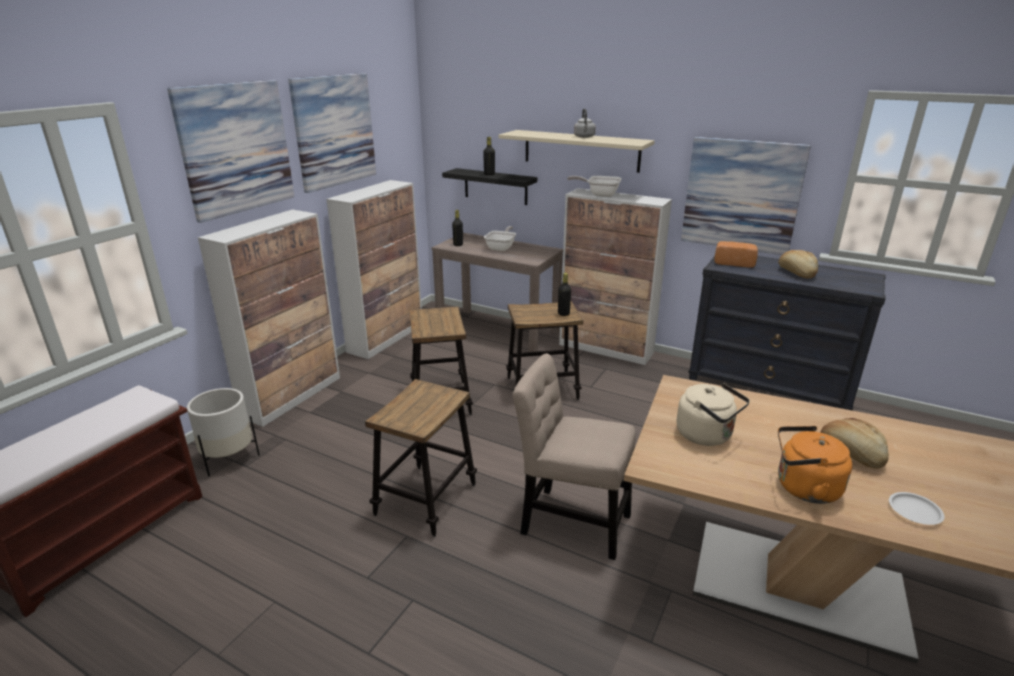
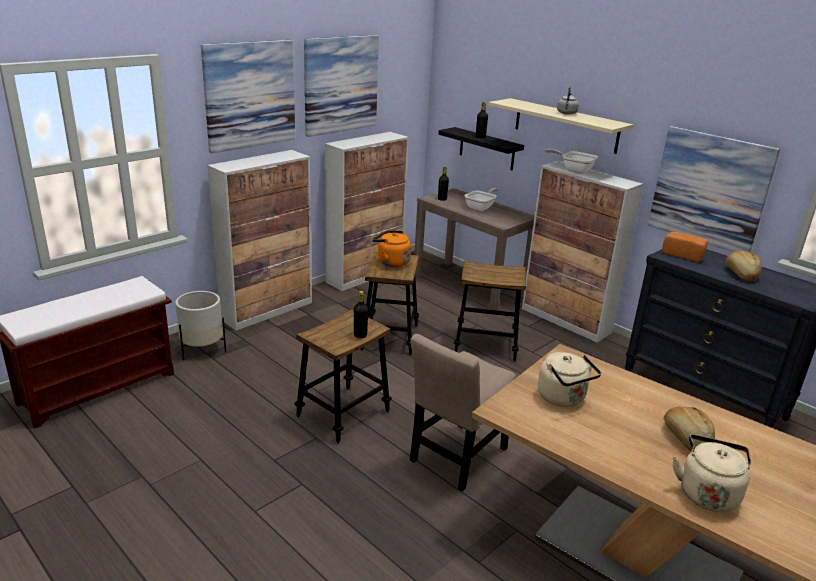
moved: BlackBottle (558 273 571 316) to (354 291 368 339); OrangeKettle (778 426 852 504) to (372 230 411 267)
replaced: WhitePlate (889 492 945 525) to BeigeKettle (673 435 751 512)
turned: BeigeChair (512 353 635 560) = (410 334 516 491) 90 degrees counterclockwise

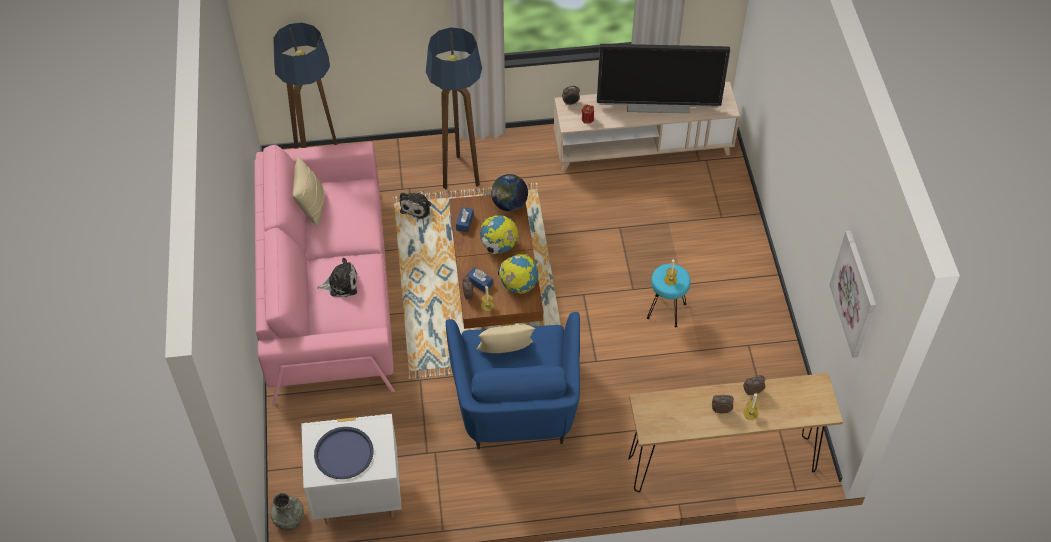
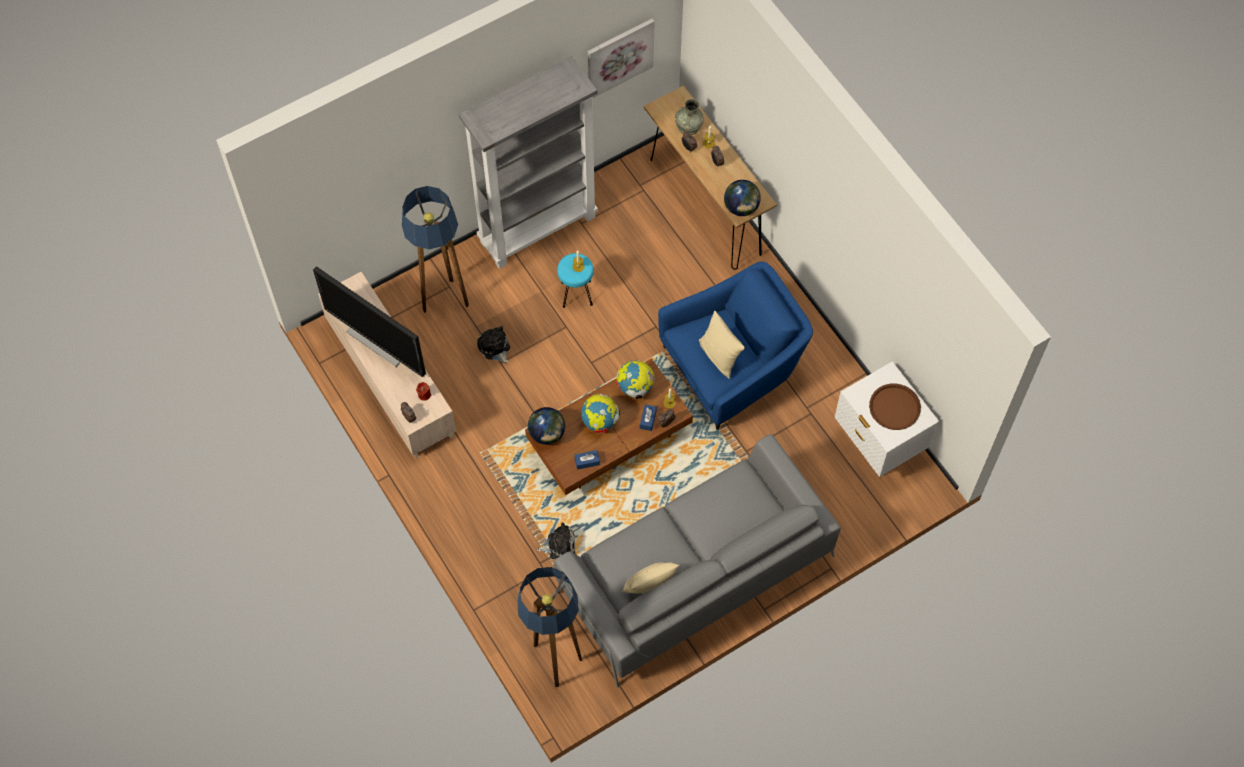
added: GreyBookcase (459 56 598 269); Globe (724 180 761 216)
moved: FloorLamp (426 27 482 189) to (402 186 469 313); PlushToy (317 258 357 297) to (477 326 510 364); GreyVase (270 493 304 530) to (675 99 704 135)
recoloured: PinkSofa (254 142 395 405) to GreySofa (554 434 841 688); BlueTray (314 427 373 479) to BrownTray (869 384 921 430)
turned: Television (597 44 730 113) = (313 266 426 377) 150 degrees clockwise

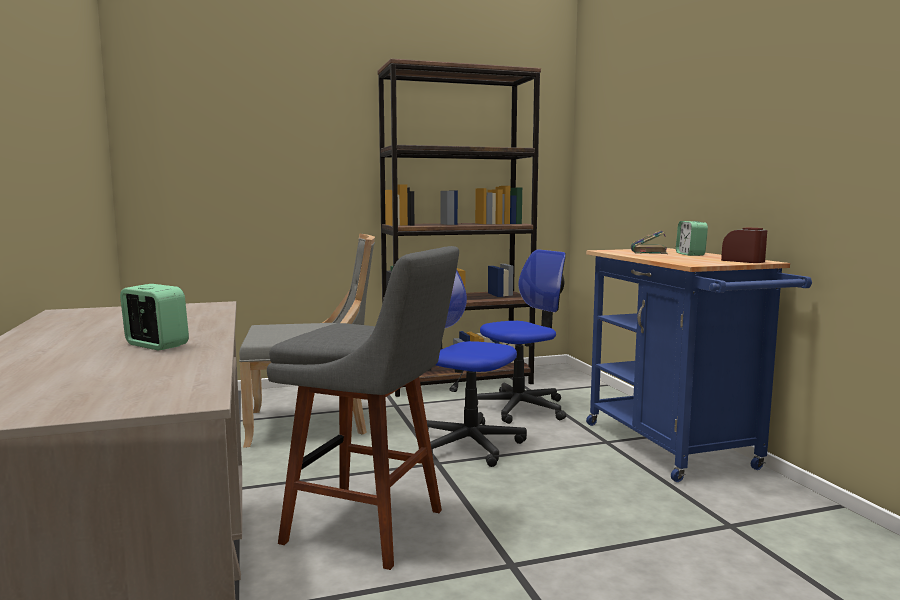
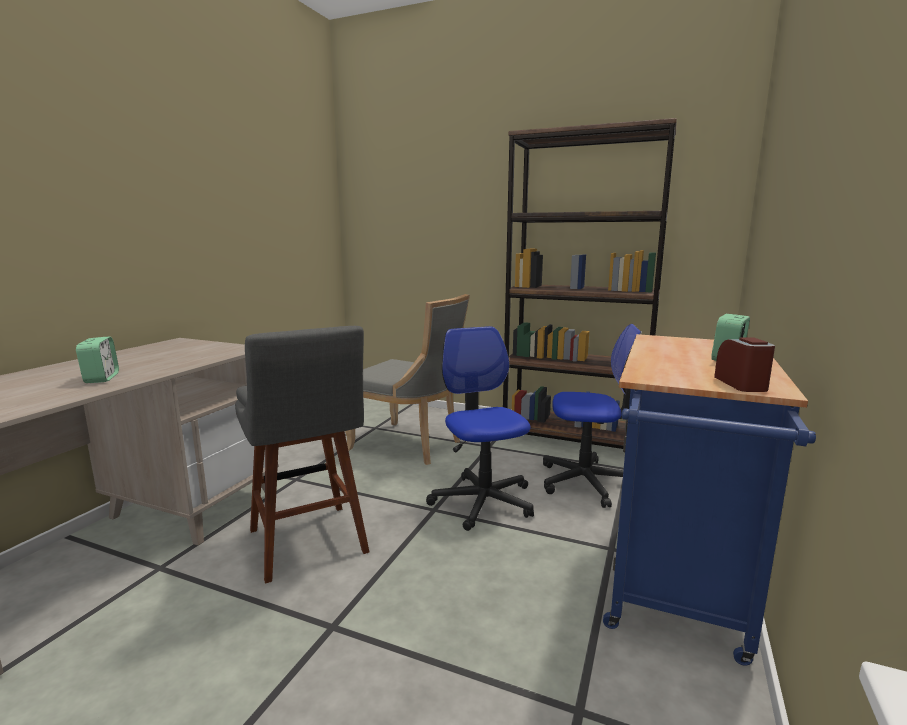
removed: Book (631 230 667 254)

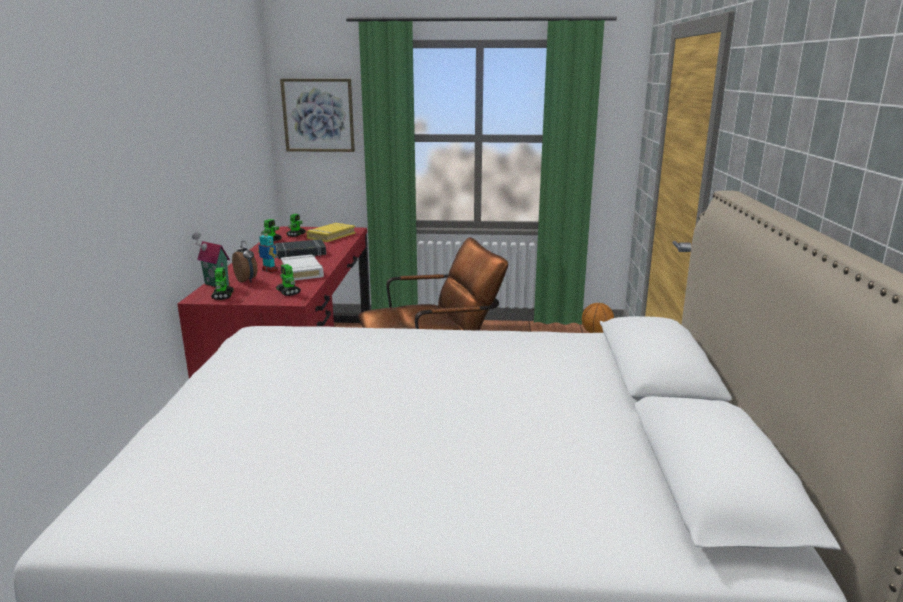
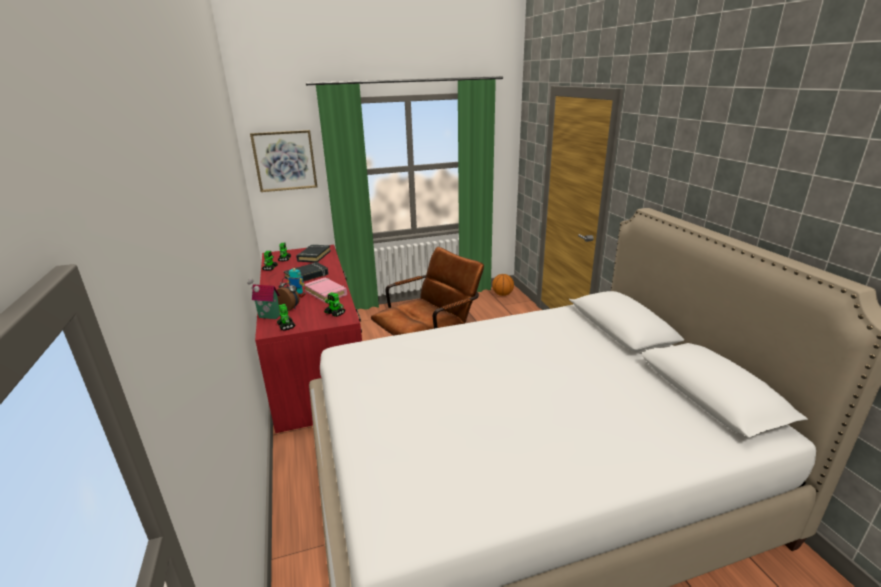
recoloured: YellowBook (306 223 355 242) to BlackBook (296 245 331 263); WhiteBook (281 255 324 281) to PinkBook (304 277 347 303)

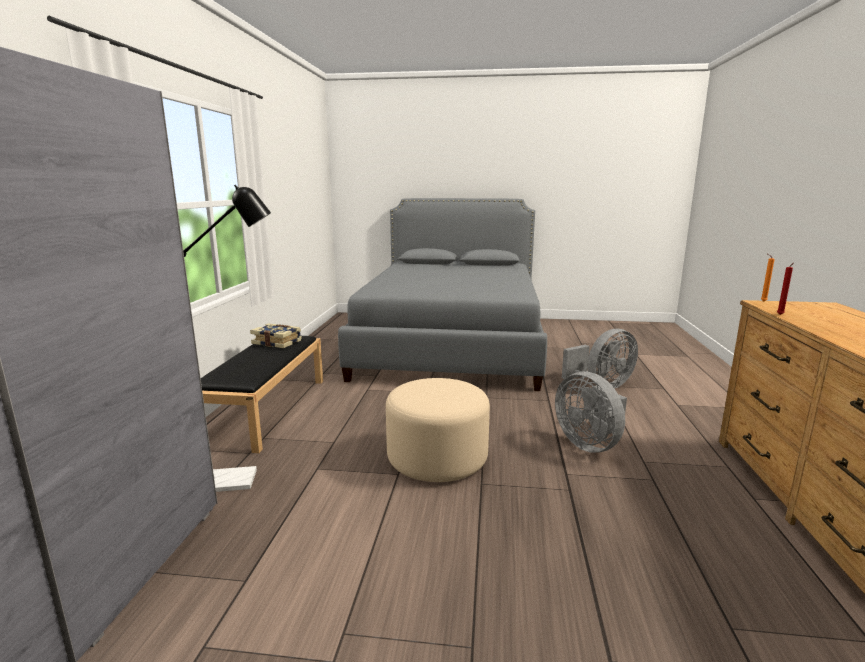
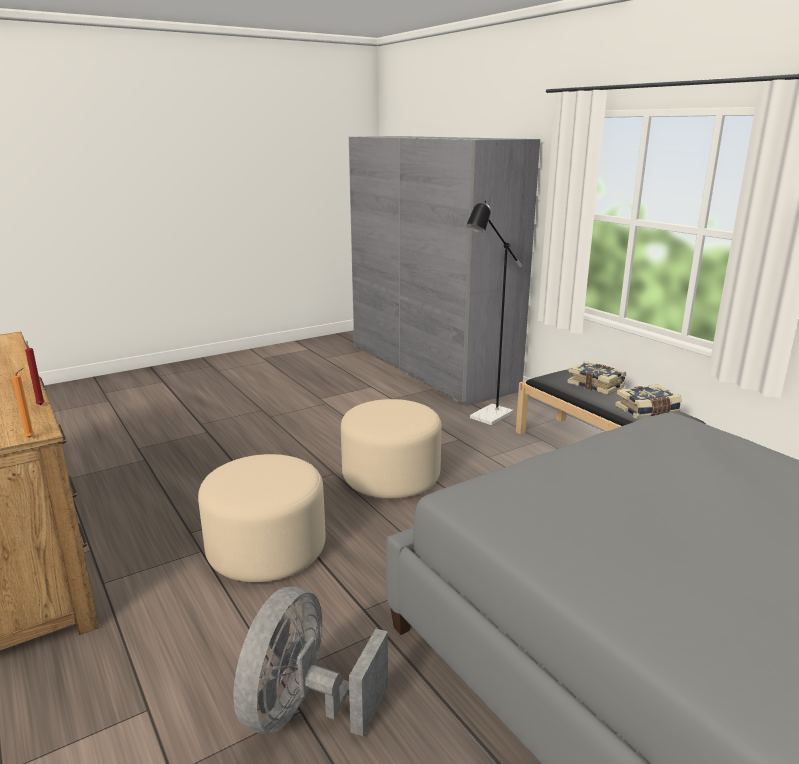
added: Book (567 361 626 395)
replaced: GreyFan (555 372 627 453) to BeigeOttoman (198 454 326 583)

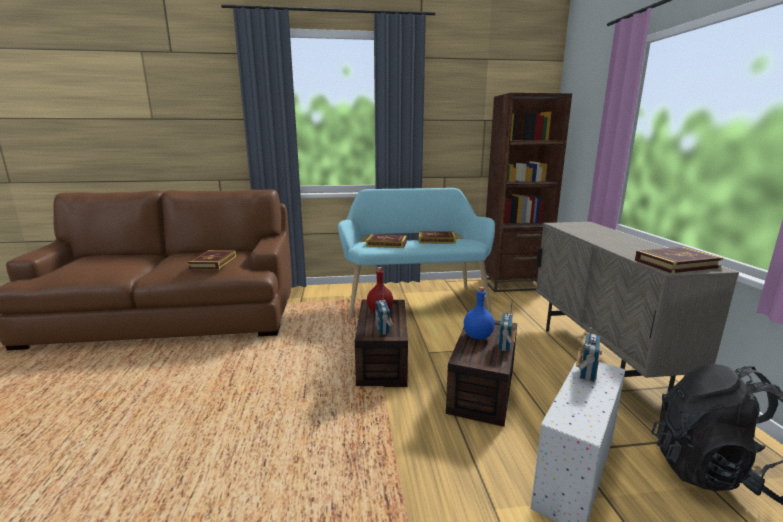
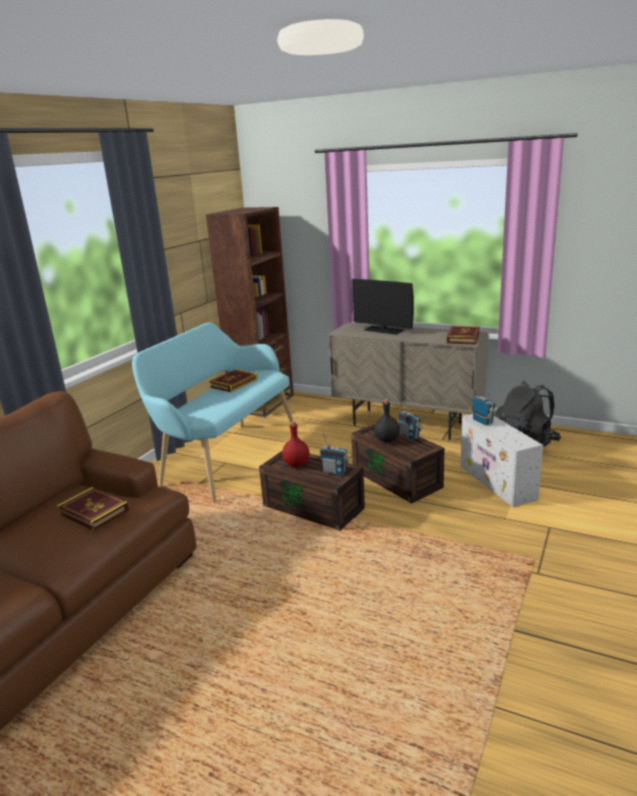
removed: Book (366 234 407 248)
added: Monitor (352 279 414 335)
recoloured: BlueBottle (464 287 495 339) to BlackBottle (374 399 400 443)

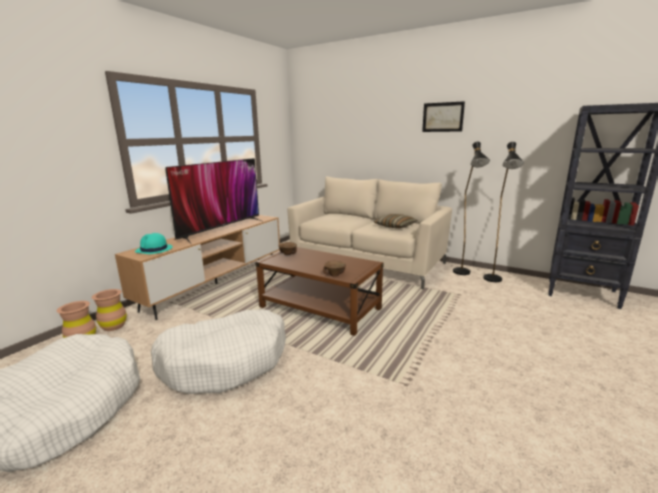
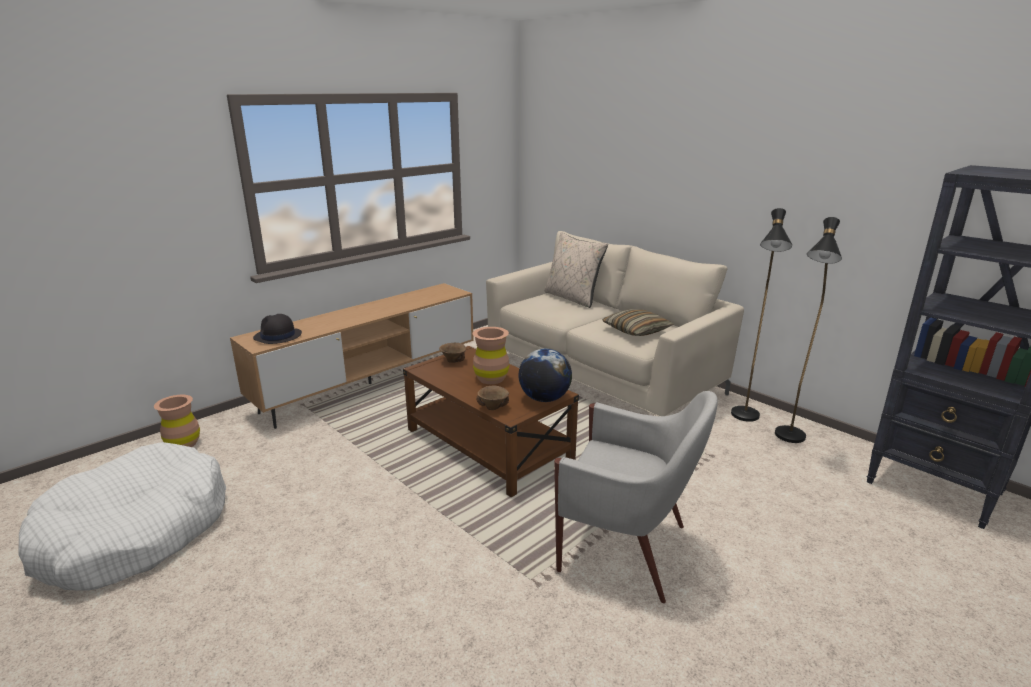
removed: WhiteDogBed (151 309 286 394); Television (166 158 261 244); Picture (422 101 465 132)
added: Globe (518 348 572 402); BeigePillow (544 232 608 308); WhiteArmchair (554 391 718 603)
moved: BrownVase (92 289 127 331) to (473 327 509 384)
recoloured: TurquoiseHat (135 233 173 254) to BlackHat (253 314 302 344)

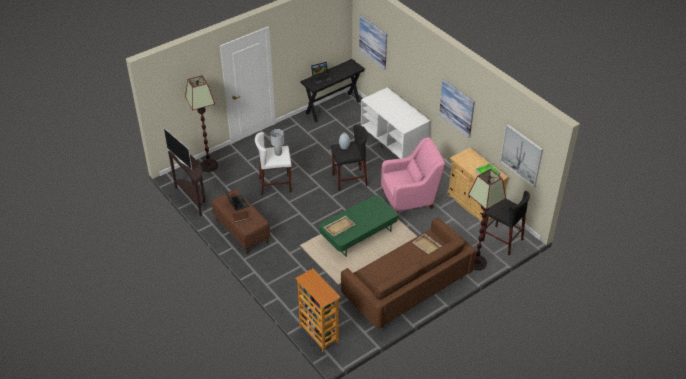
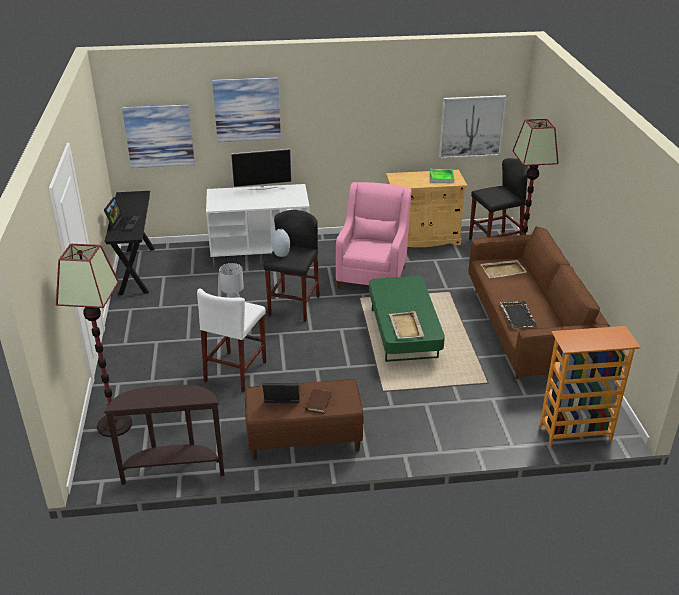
added: BlackTray (499 301 538 328)
moved: Picture (439 80 475 138) to (212 77 281 142); Television (164 128 192 169) to (231 149 292 190)

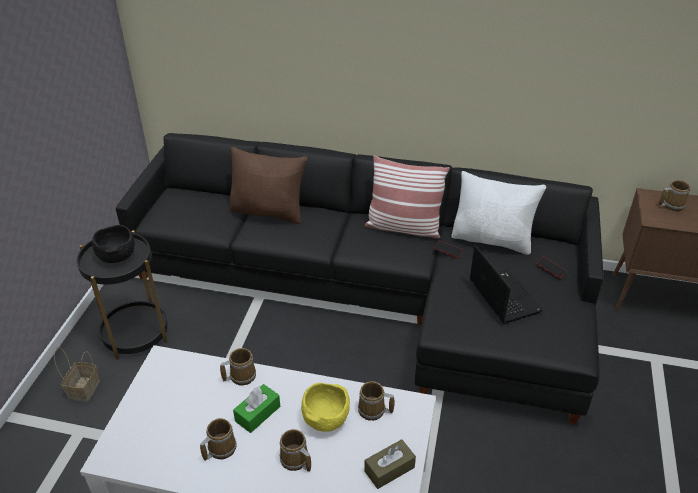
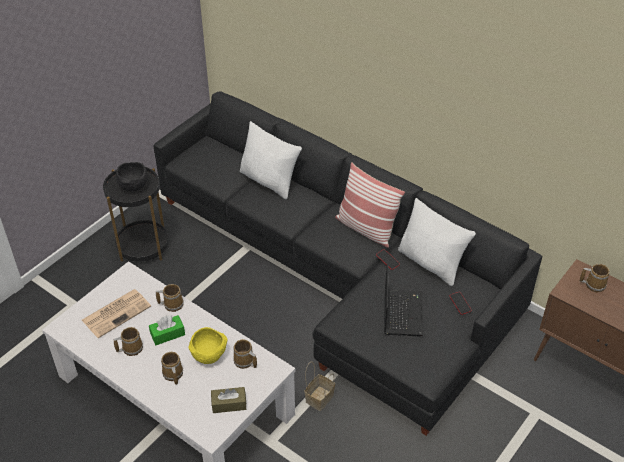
added: Newspaper (82 289 151 338)
moved: Basket (54 347 100 402) to (304 362 335 411)
recoloured: BrownPillow (229 147 307 224) to WhitePillow (240 121 302 199)

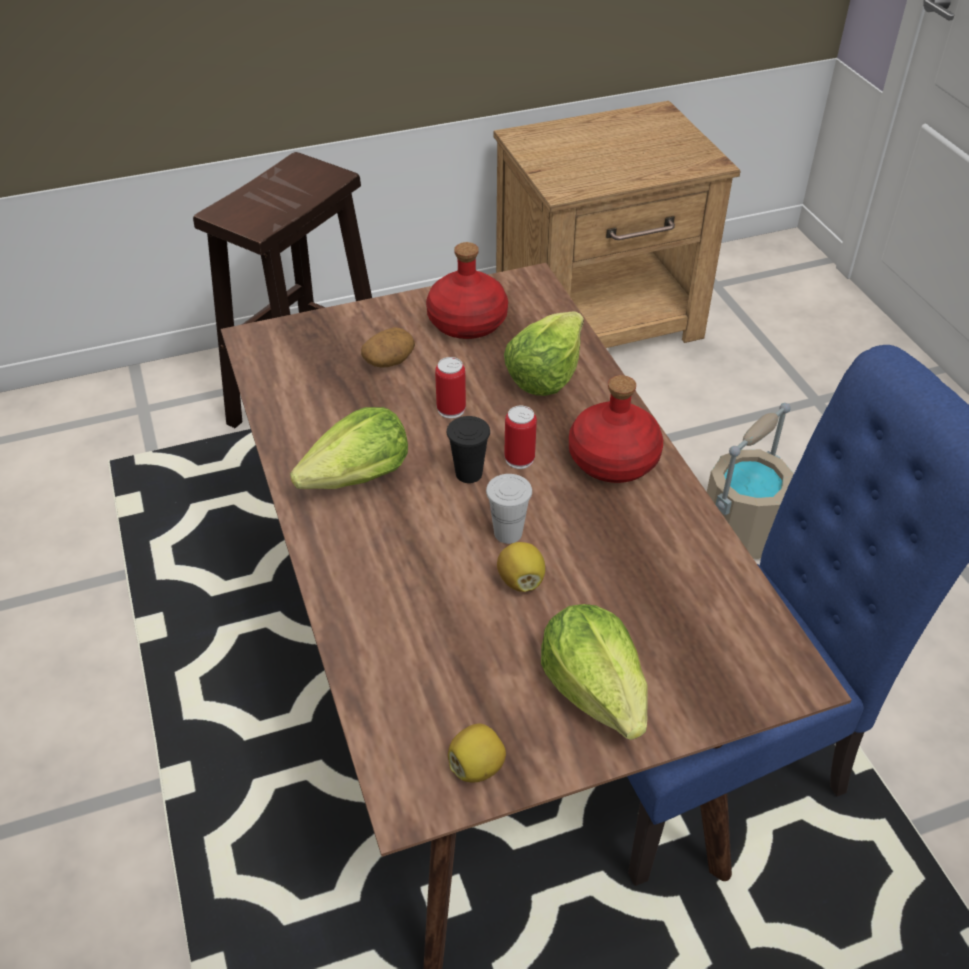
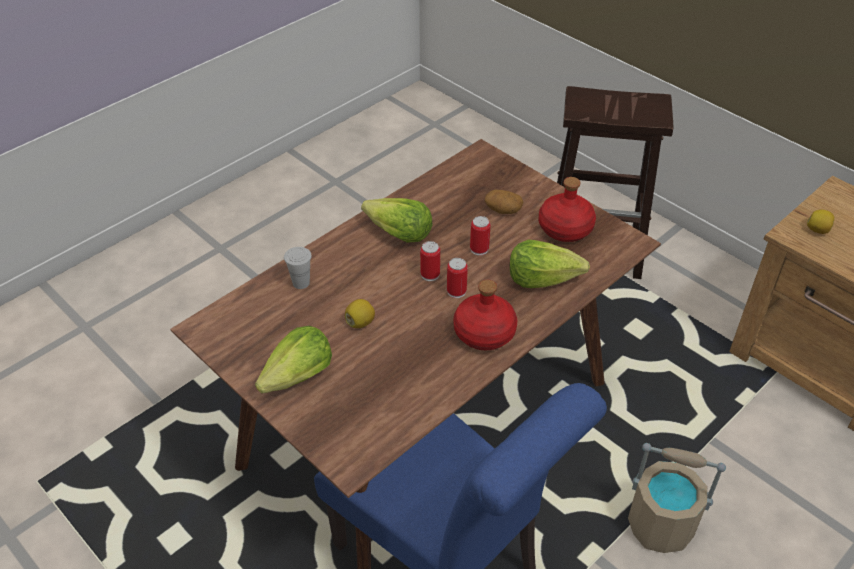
moved: WhiteCup (486 474 532 544) to (284 247 312 289); Lemon (448 724 506 783) to (807 210 834 234)
replaced: BlackCup (447 416 490 483) to Can (420 241 440 281)

